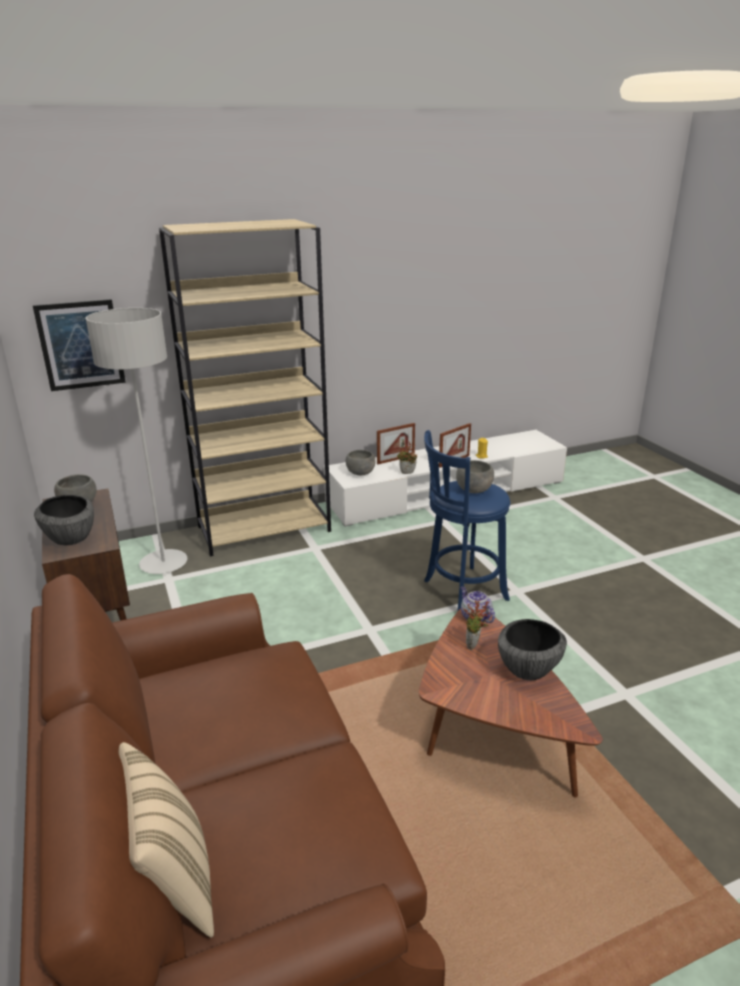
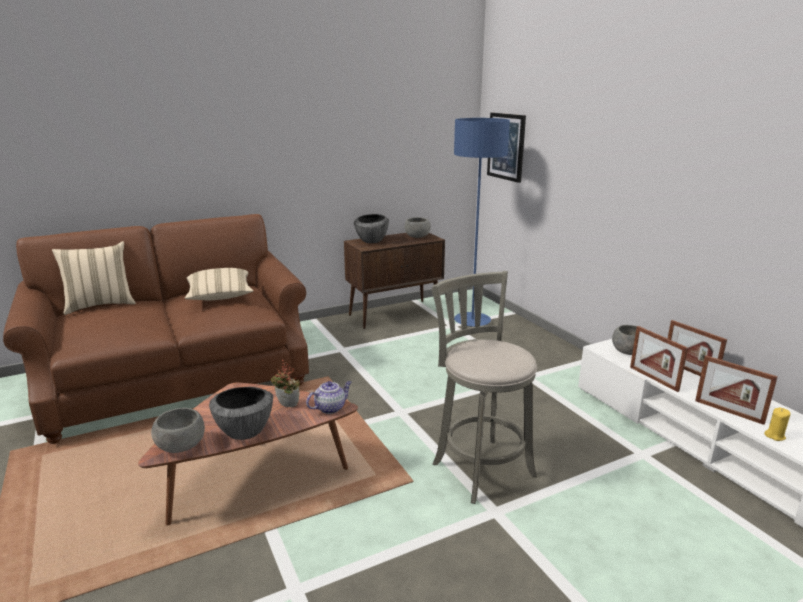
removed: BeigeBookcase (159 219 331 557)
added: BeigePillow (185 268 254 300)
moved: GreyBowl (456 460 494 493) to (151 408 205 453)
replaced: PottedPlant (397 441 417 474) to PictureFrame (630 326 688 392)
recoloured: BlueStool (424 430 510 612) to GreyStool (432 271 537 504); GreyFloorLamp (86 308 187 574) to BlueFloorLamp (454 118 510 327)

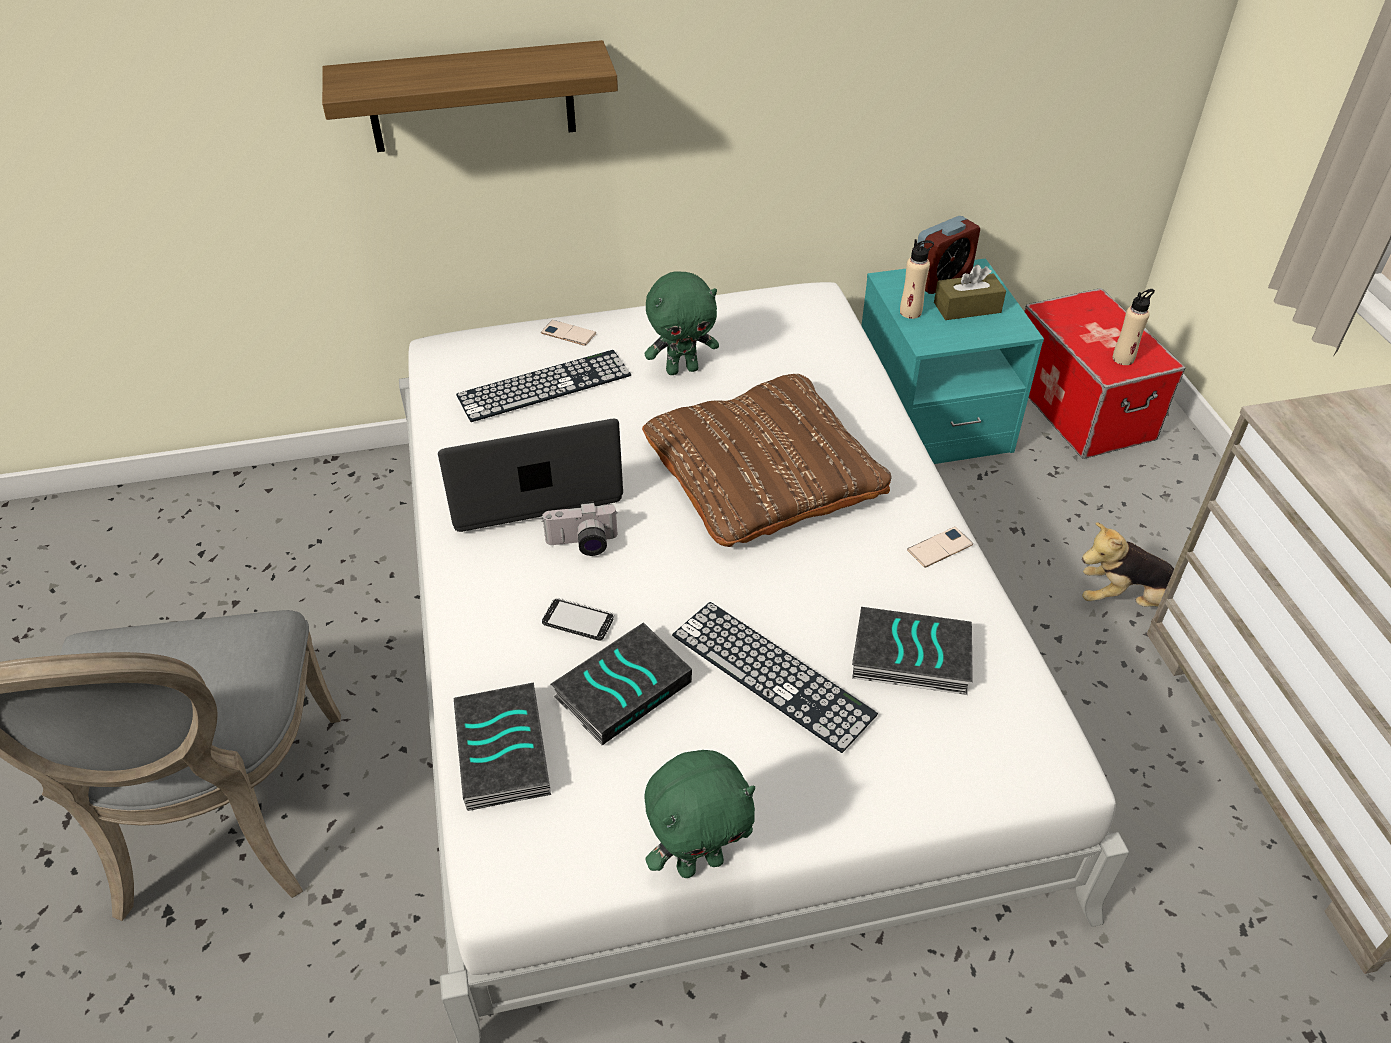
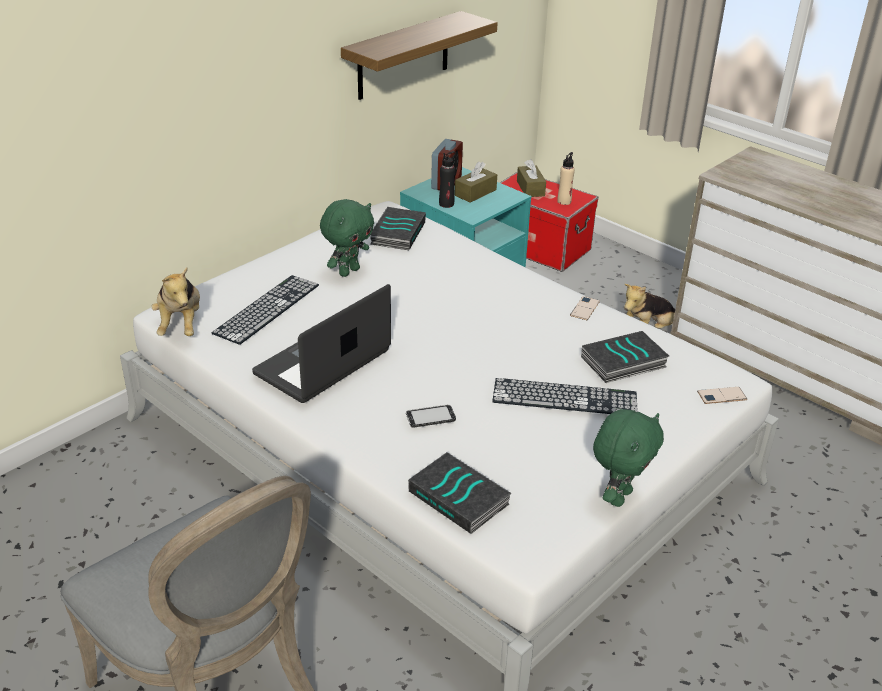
removed: PhotoCamera (542 501 618 556); BrownPillow (642 374 891 547)
added: PlushToy (151 267 200 336); BrownTissueBox (517 159 546 197)
moved: Shelf (322 40 618 152) to (341 11 498 100); Book (551 622 692 745) to (370 207 426 250); Phone (541 320 596 346) to (697 387 747 404)
recoloured: BeigeBottle (900 239 934 319) to BlackBottle (439 151 456 208)

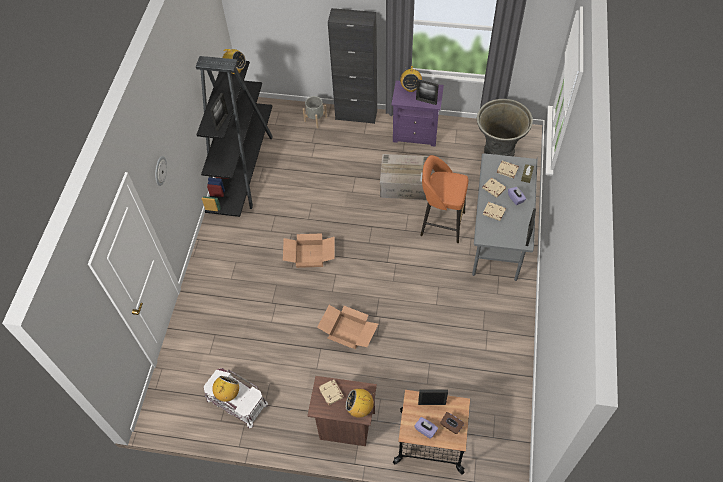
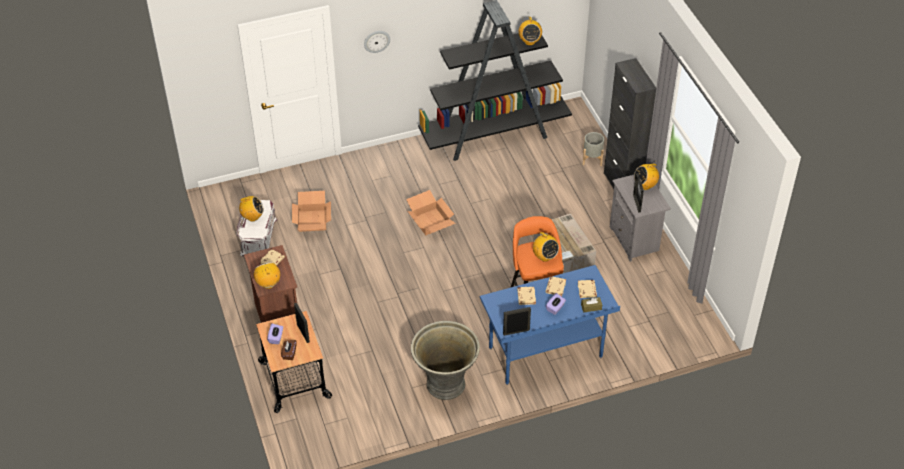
removed: PictureFrame (210 93 228 131)
added: Radio (532 232 559 262)
moved: CardboardBox (317 305 378 349) to (292 191 331 232); GreyPlanter (477 99 533 156) to (411 321 480 400)
recoloured: GreyDesk (472 153 538 281) to BlueDesk (480 265 620 385); PurpleNightstand (391 80 444 147) to GreyNightstand (610 175 671 262)

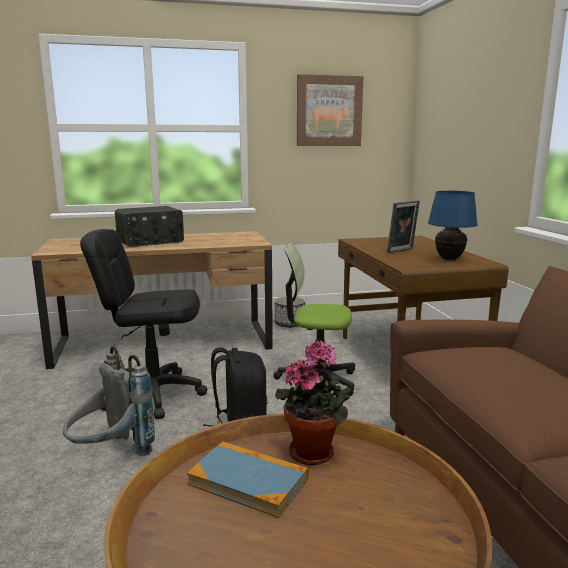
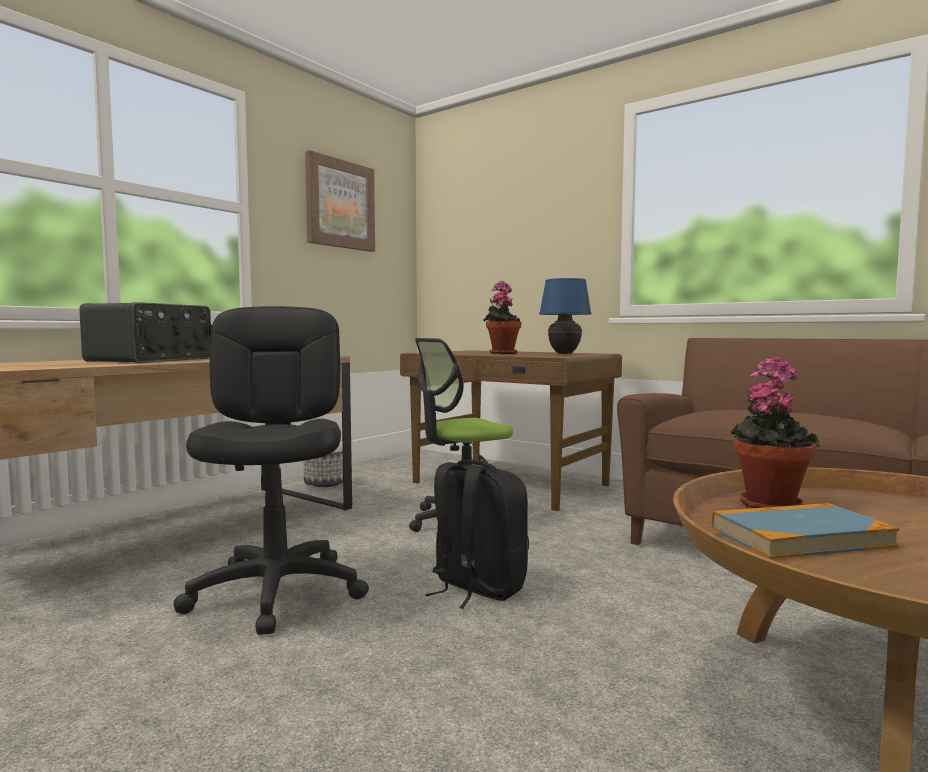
removed: GreyBackpack (63 346 155 456)
replaced: PictureFrame (387 200 420 253) to PottedPlant (483 281 522 354)
turned: BlackOfficeChair (80 229 207 419) = (173 306 369 635) 120 degrees clockwise

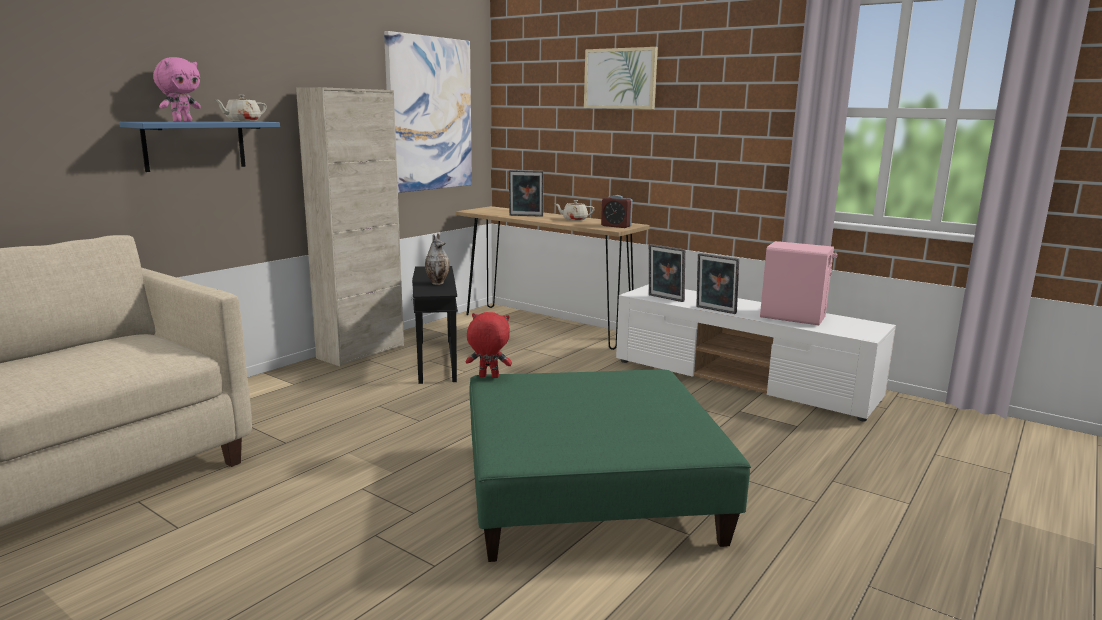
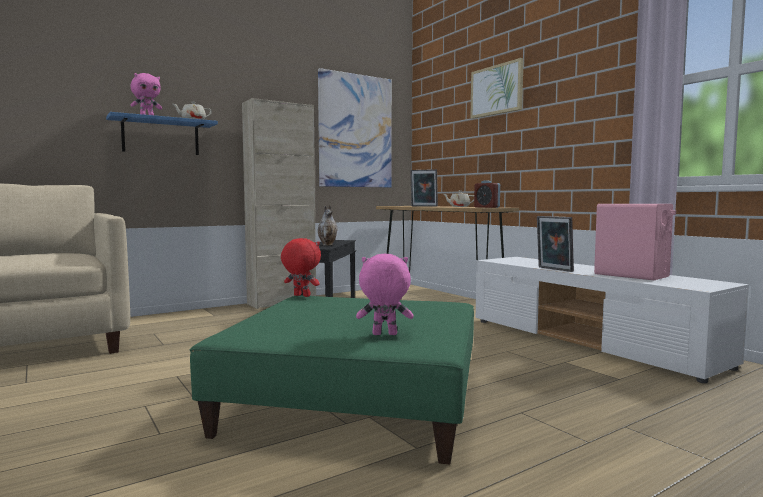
removed: PictureFrame (649 244 685 302)
added: PinkPlushToy (356 254 413 335)

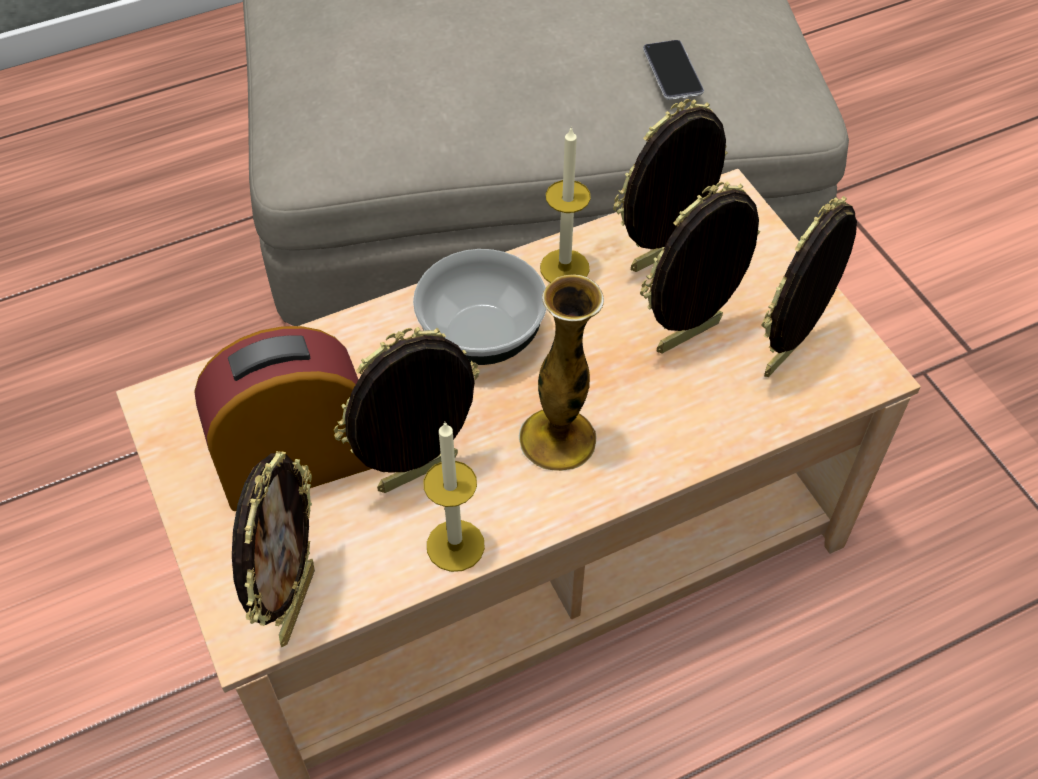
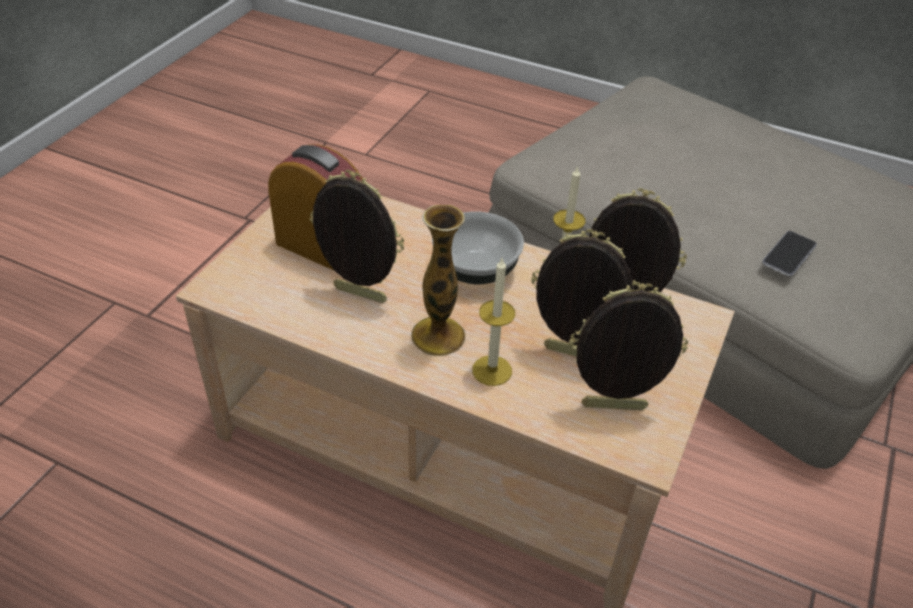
removed: PictureFrame (232 451 315 648)
moved: Candle (424 421 485 572) to (472 258 515 386)

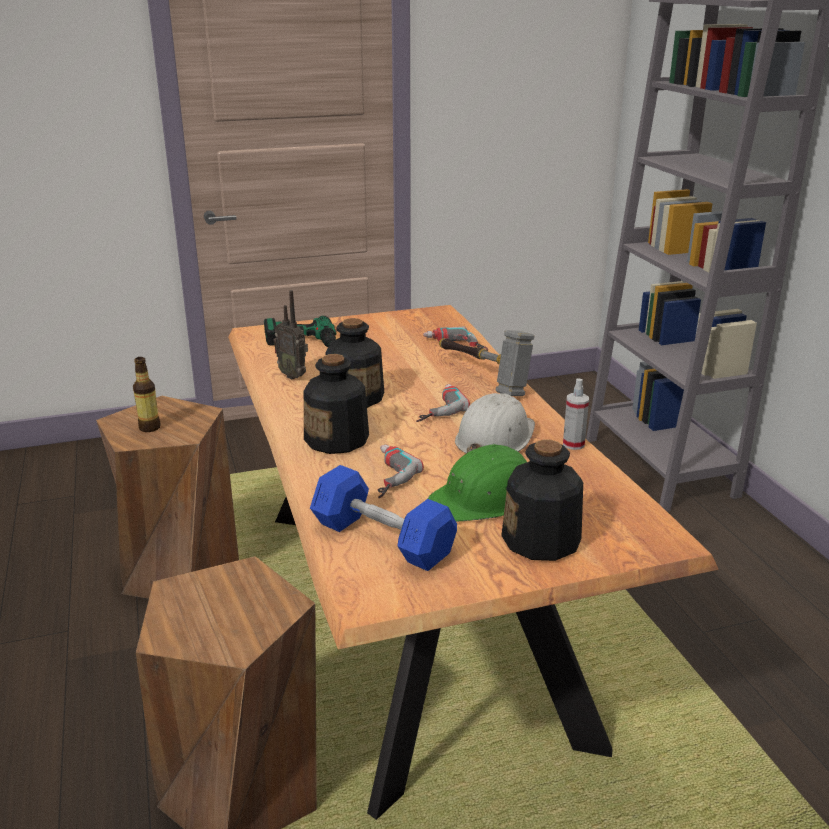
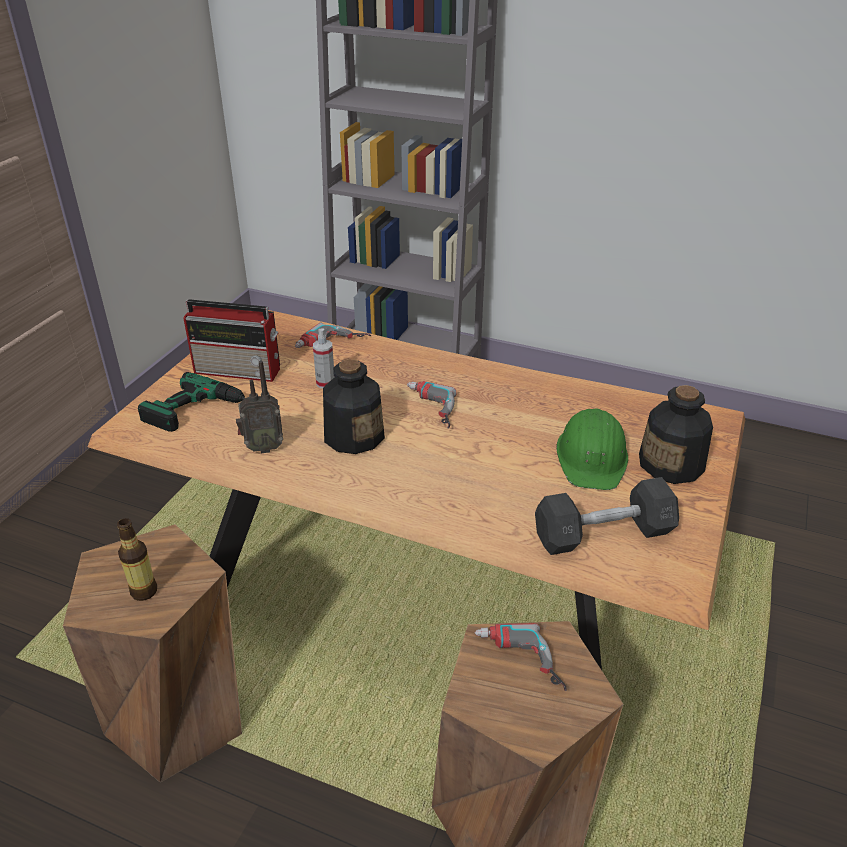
removed: Bottle (304 354 369 454); Hammer (439 330 534 396); WhiteHardHat (455 393 535 453)
added: Radio (183 299 280 382)
moved: SprayBottle (563 378 589 450) to (313 328 334 389); PowerDrill (378 444 424 498) to (475 623 567 691)
recoloured: BlueDumbbell (310 465 457 571) to GreyDumbbell (535 477 679 555)

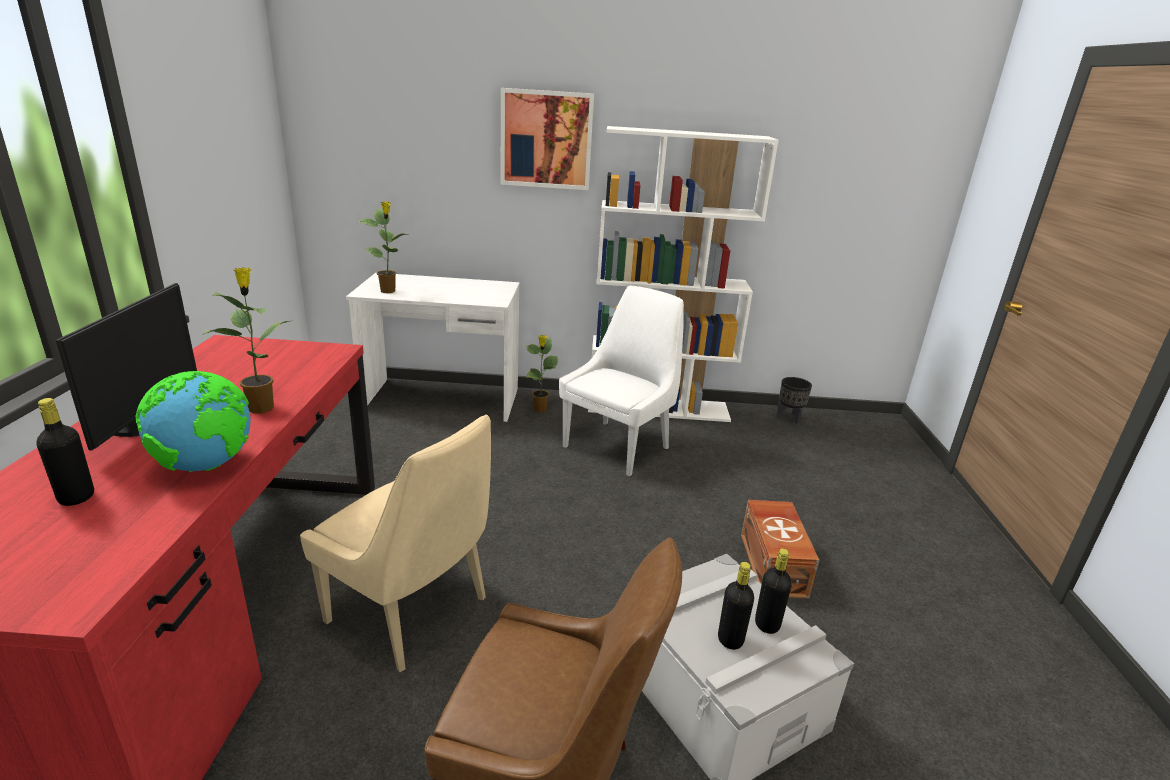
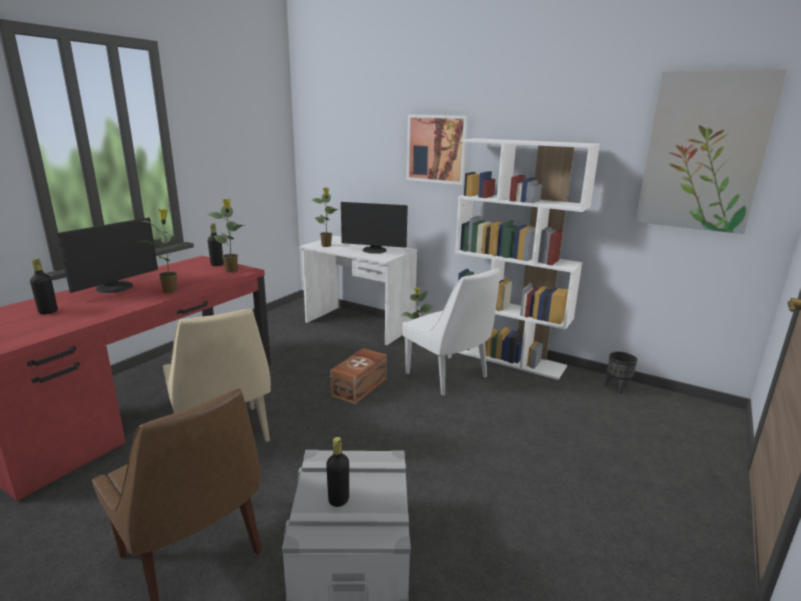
removed: Globe (136 371 251 472)
added: PottedPlant (208 199 246 272); Monitor (341 202 408 254); Picture (635 69 787 234)
moved: BlackBottle (755 548 792 634) to (208 224 223 266); BrownStorageBox (741 500 819 599) to (330 348 387 405)
turned: WhiteChair (559 286 684 476) = (402 268 500 396) 75 degrees clockwise

